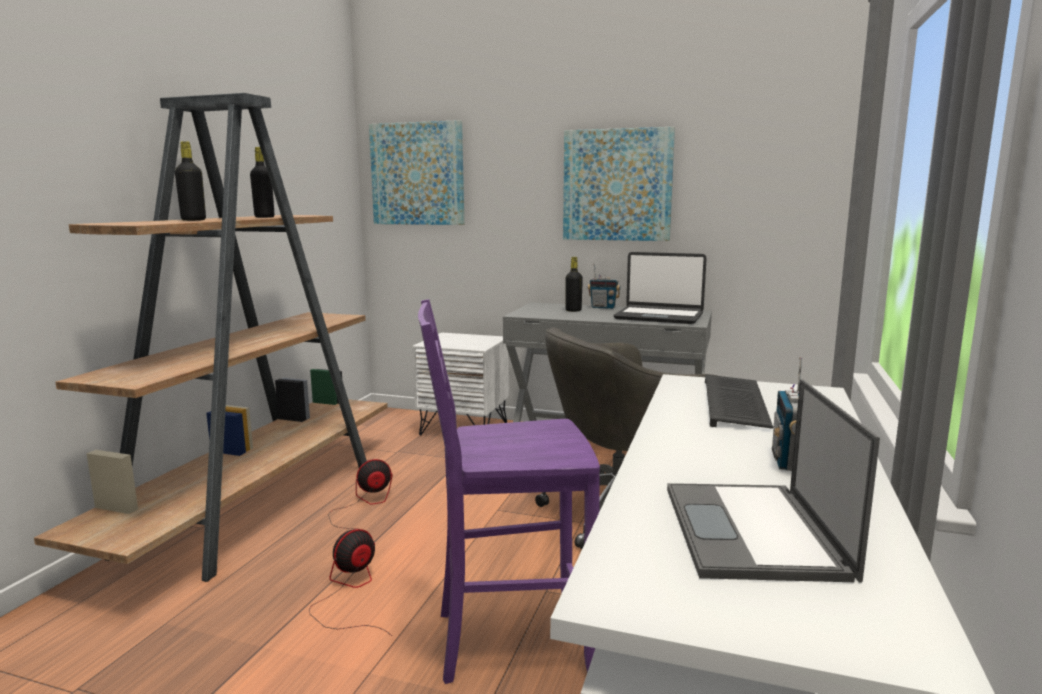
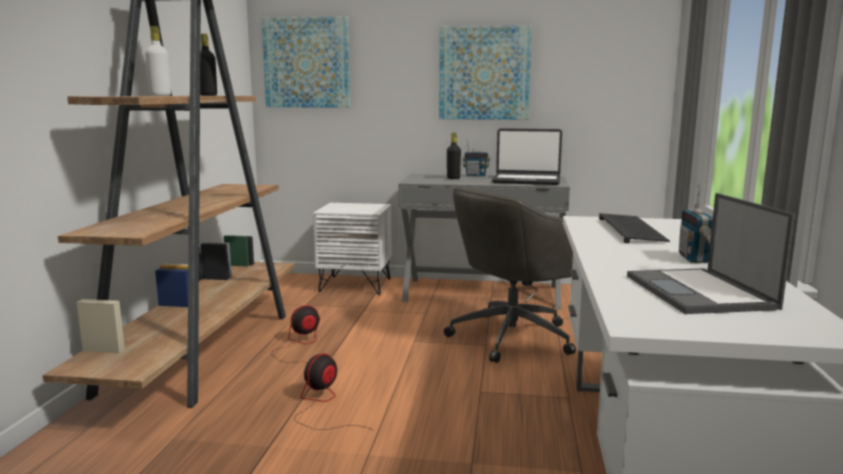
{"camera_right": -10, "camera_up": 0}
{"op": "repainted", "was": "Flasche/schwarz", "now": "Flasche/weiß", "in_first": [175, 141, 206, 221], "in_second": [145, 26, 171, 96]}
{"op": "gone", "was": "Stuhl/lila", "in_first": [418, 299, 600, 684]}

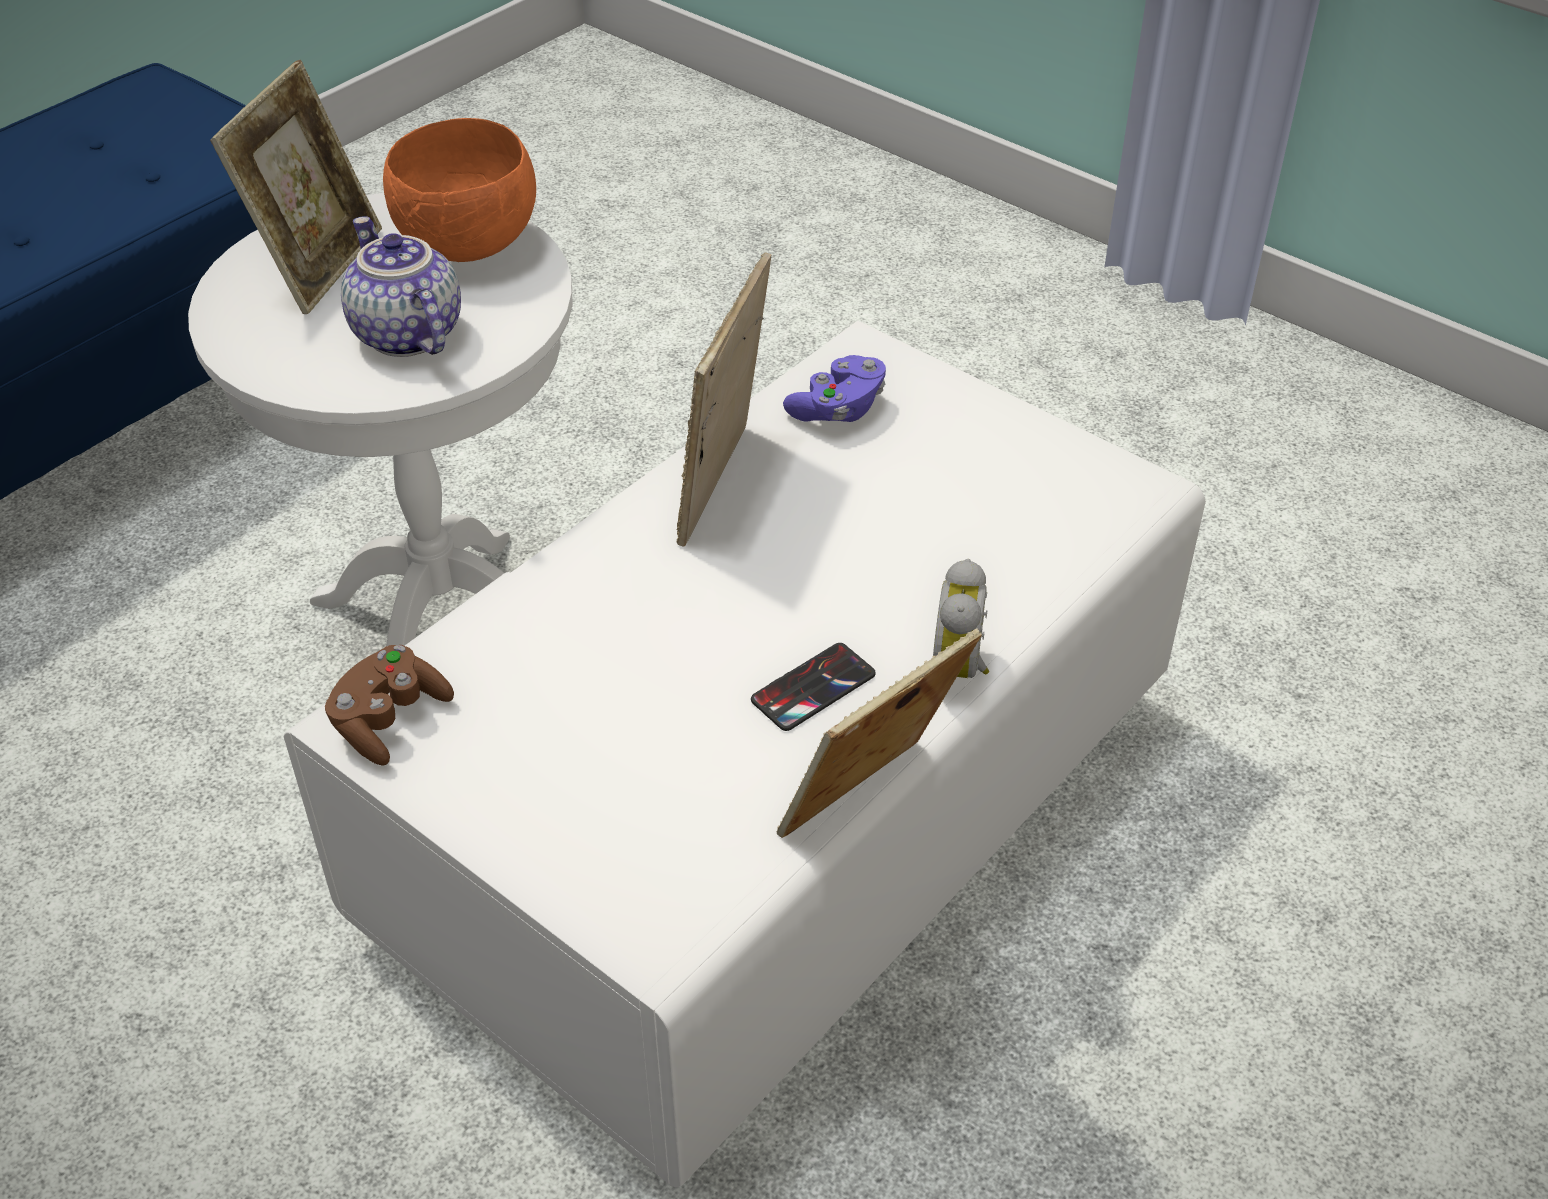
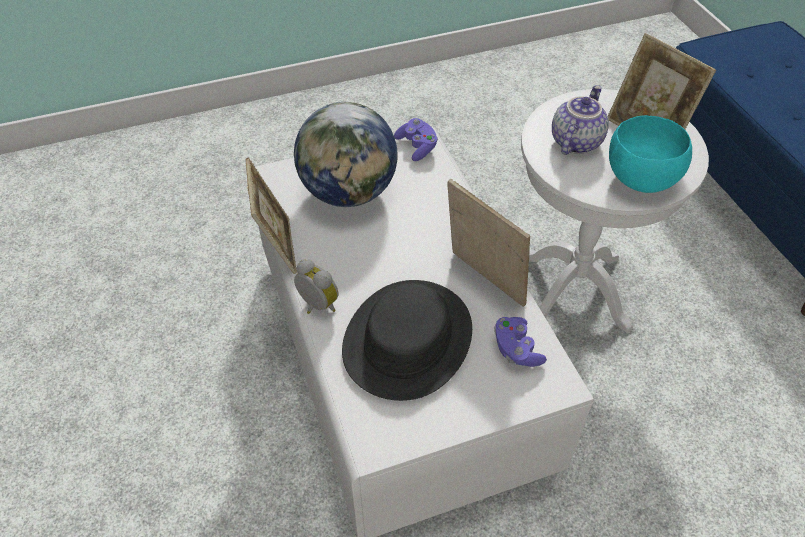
{"camera_right": 120, "camera_up": 5}
{"op": "repainted", "was": "Gamepad/braun", "now": "Gamepad/lila", "in_first": [325, 645, 454, 765], "in_second": [394, 118, 438, 161]}
{"op": "rotated", "was": "Teekanne", "in_first": [341, 216, 461, 357], "in_second": [552, 85, 609, 155], "clockwise": -60}
{"op": "repainted", "was": "Schüssel/orange", "now": "Schüssel/türkis", "in_first": [383, 118, 536, 262], "in_second": [609, 115, 692, 193]}
{"op": "gone", "was": "Handy", "in_first": [751, 643, 876, 731]}
{"op": "new", "now": "Globus", "in_second": [294, 102, 397, 207]}
{"op": "new", "now": "Hut/schwarz", "in_second": [342, 280, 472, 401]}

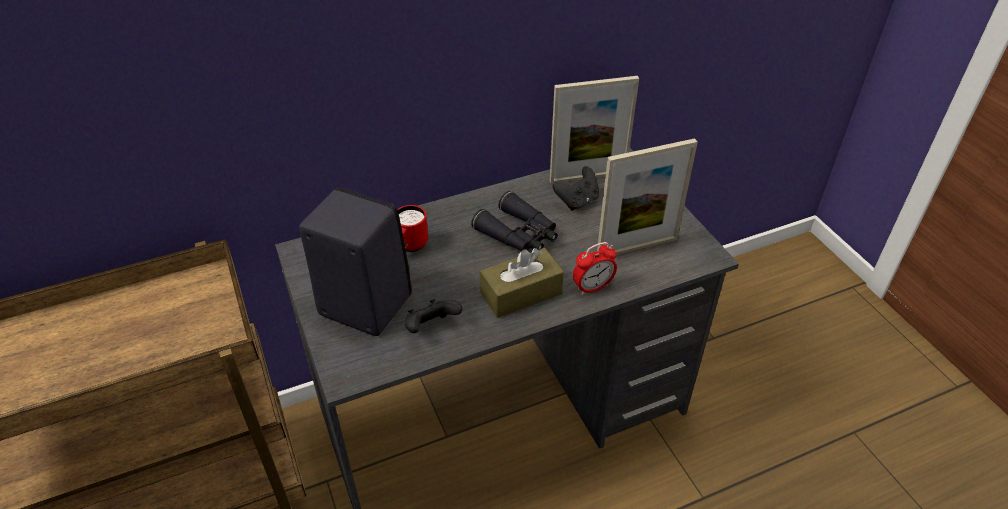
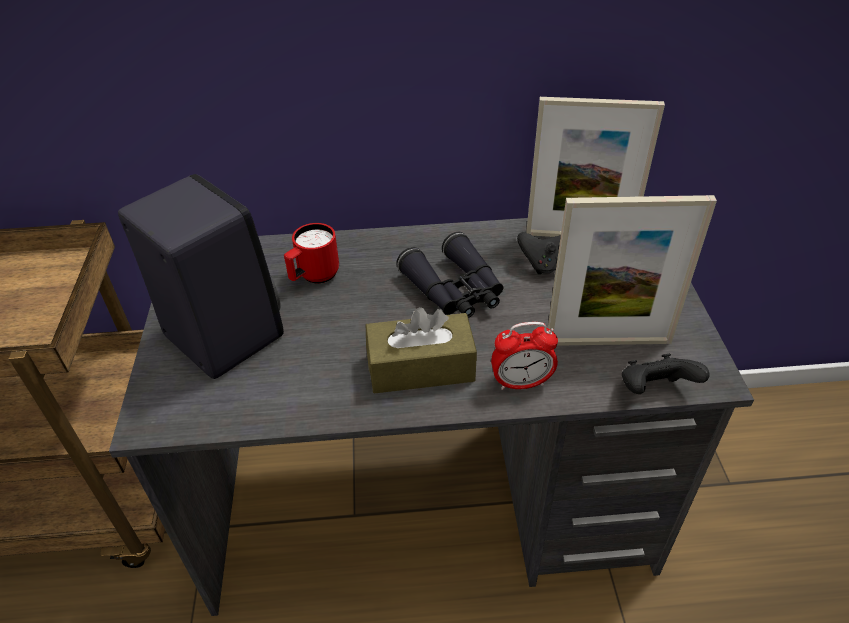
{"camera_right": 20, "camera_up": 0}
{"op": "shifted", "was": "Gamepad/schwarz", "in_first": [405, 299, 462, 333], "in_second": [622, 353, 710, 394]}

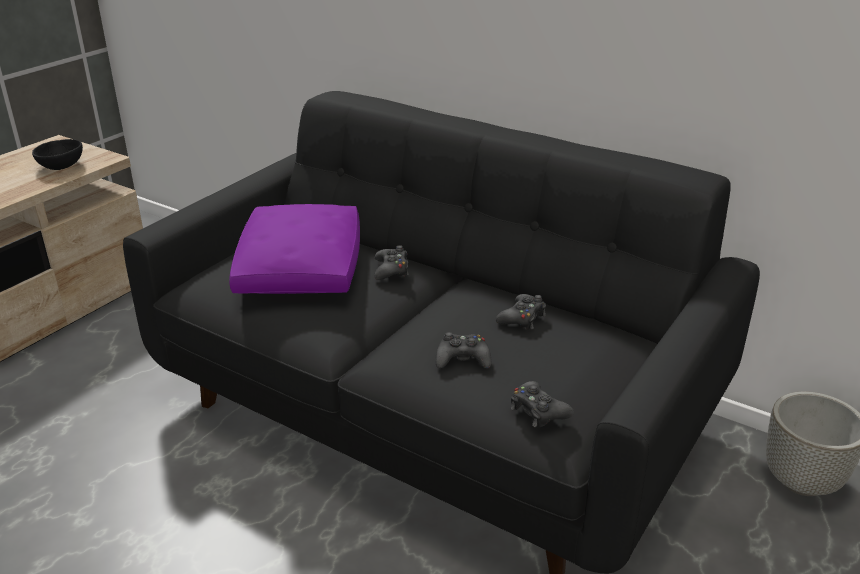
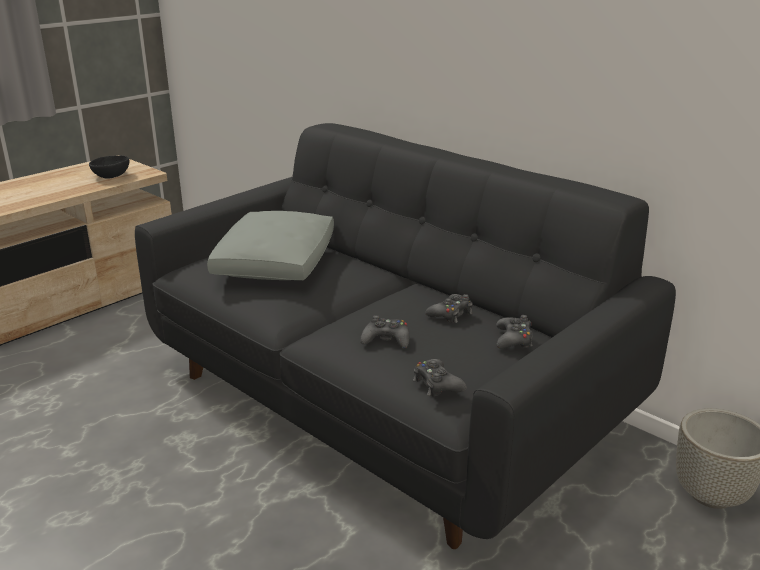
{"camera_right": 10, "camera_up": -5}
{"op": "repainted", "was": "Kissen/lila", "now": "Kissen/grau", "in_first": [229, 204, 360, 294], "in_second": [207, 211, 334, 280]}
{"op": "shifted", "was": "Gamepad/schwarz", "in_first": [374, 245, 409, 280], "in_second": [496, 315, 533, 349]}

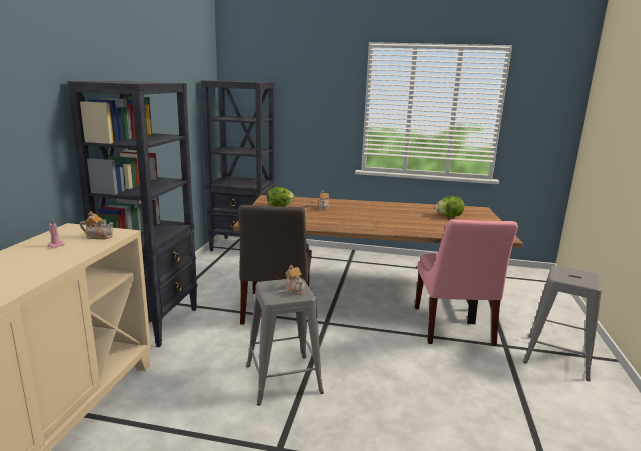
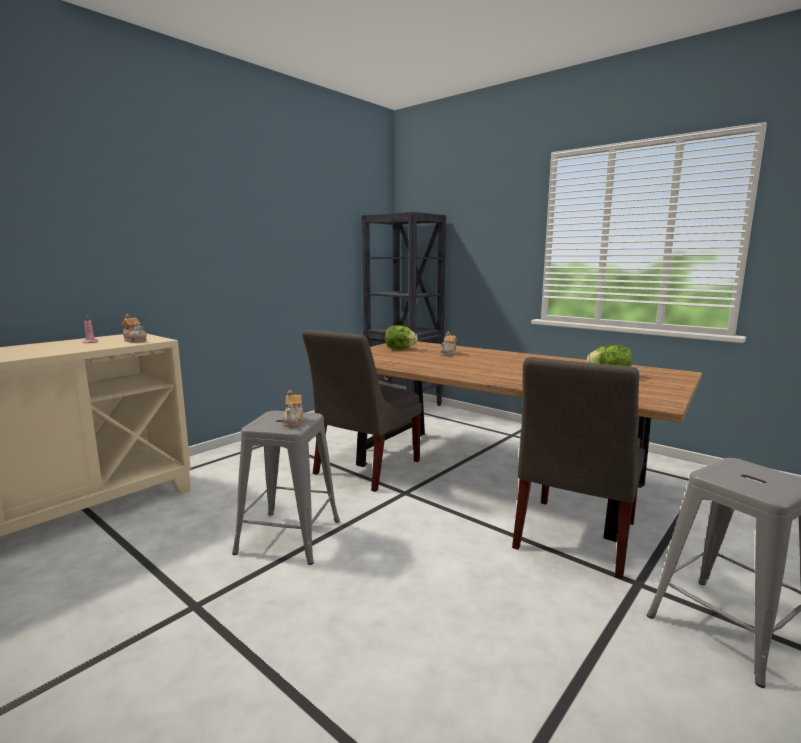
{"camera_right": 30, "camera_up": -5}
{"op": "gone", "was": "Bücherregal/schwarz", "in_first": [67, 81, 197, 347]}
{"op": "repainted", "was": "Stuhl/rosa", "now": "Stuhl/grau", "in_first": [415, 219, 518, 346], "in_second": [512, 357, 645, 579]}

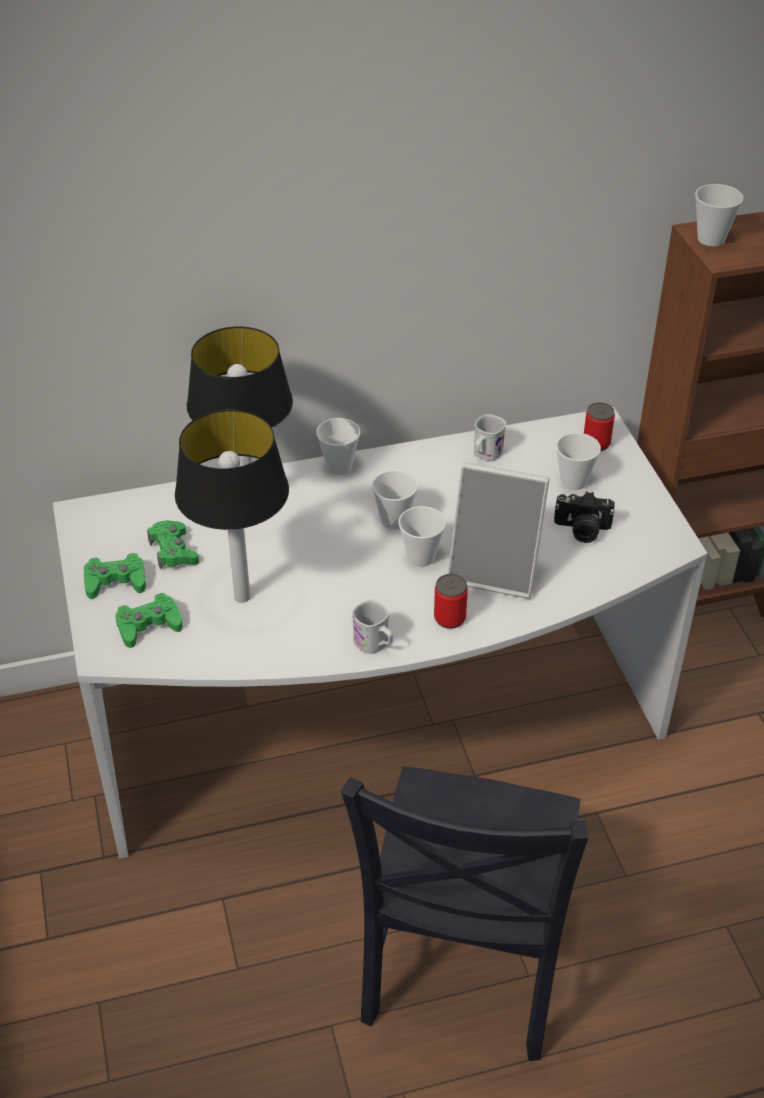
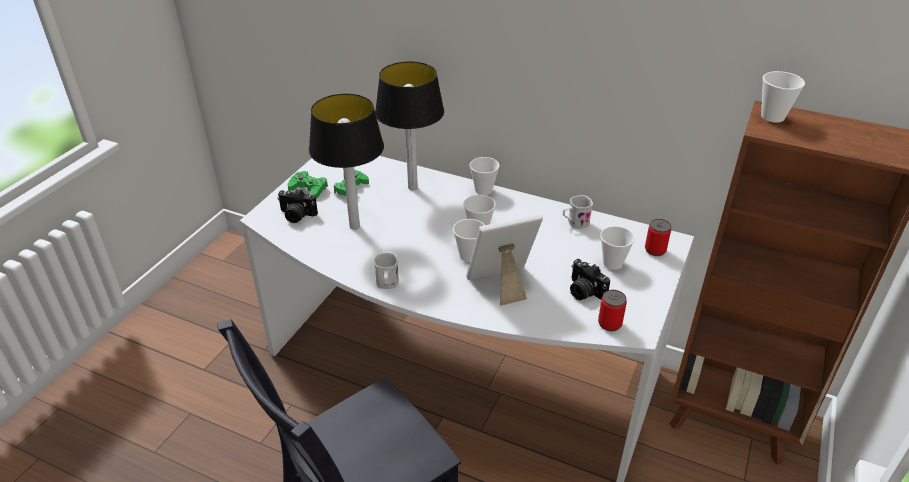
{"camera_right": 40, "camera_up": -5}
{"op": "swapped", "was": "Gamepad/grün", "now": "Kamera", "in_first": [115, 593, 183, 648], "in_second": [278, 189, 318, 223]}
{"op": "shifted", "was": "Dose", "in_first": [434, 574, 468, 629], "in_second": [598, 290, 627, 331]}
{"op": "rotated", "was": "Bilderrahmen", "in_first": [448, 462, 550, 599], "in_second": [466, 214, 543, 306], "clockwise": 105}

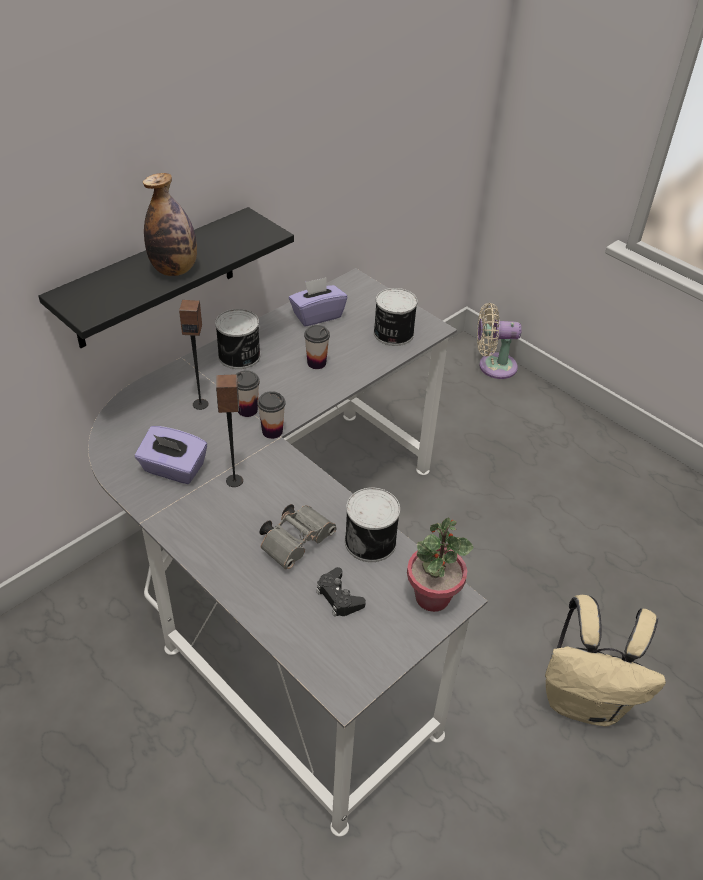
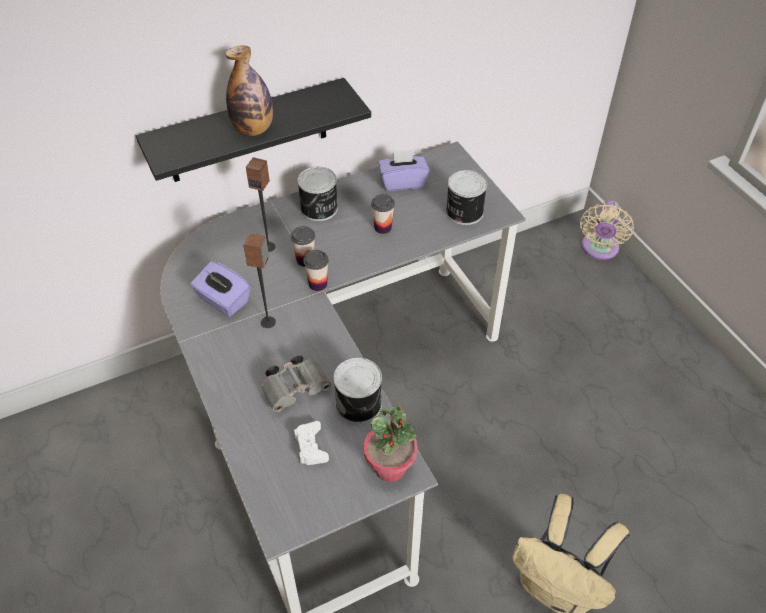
{"camera_right": 20, "camera_up": 5}
{"op": "repainted", "was": "Gamepad/schwarz", "now": "Gamepad/weiß", "in_first": [316, 567, 366, 617], "in_second": [294, 421, 329, 465]}
{"op": "rotated", "was": "Ventilator/beige", "in_first": [477, 303, 522, 379], "in_second": [580, 200, 634, 260], "clockwise": -90}

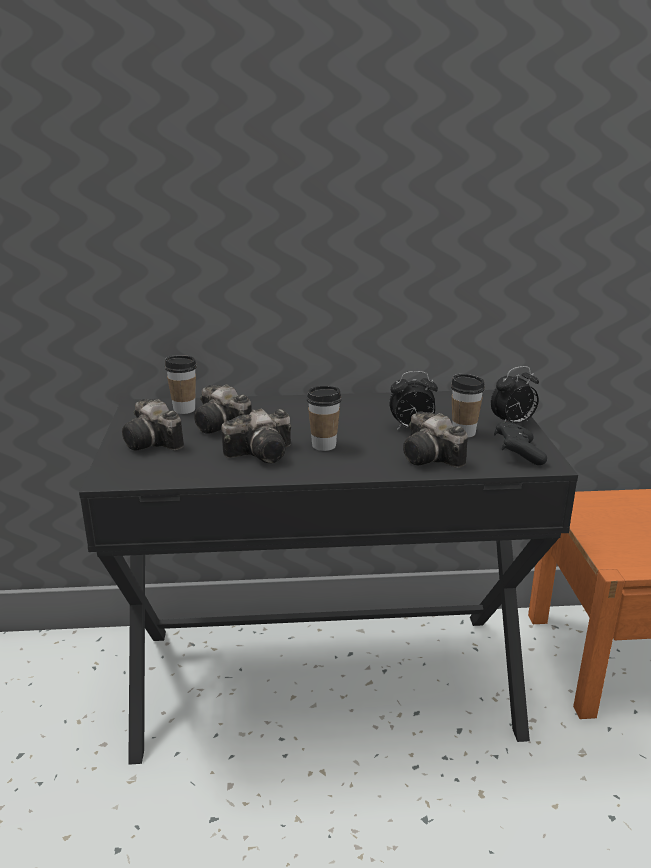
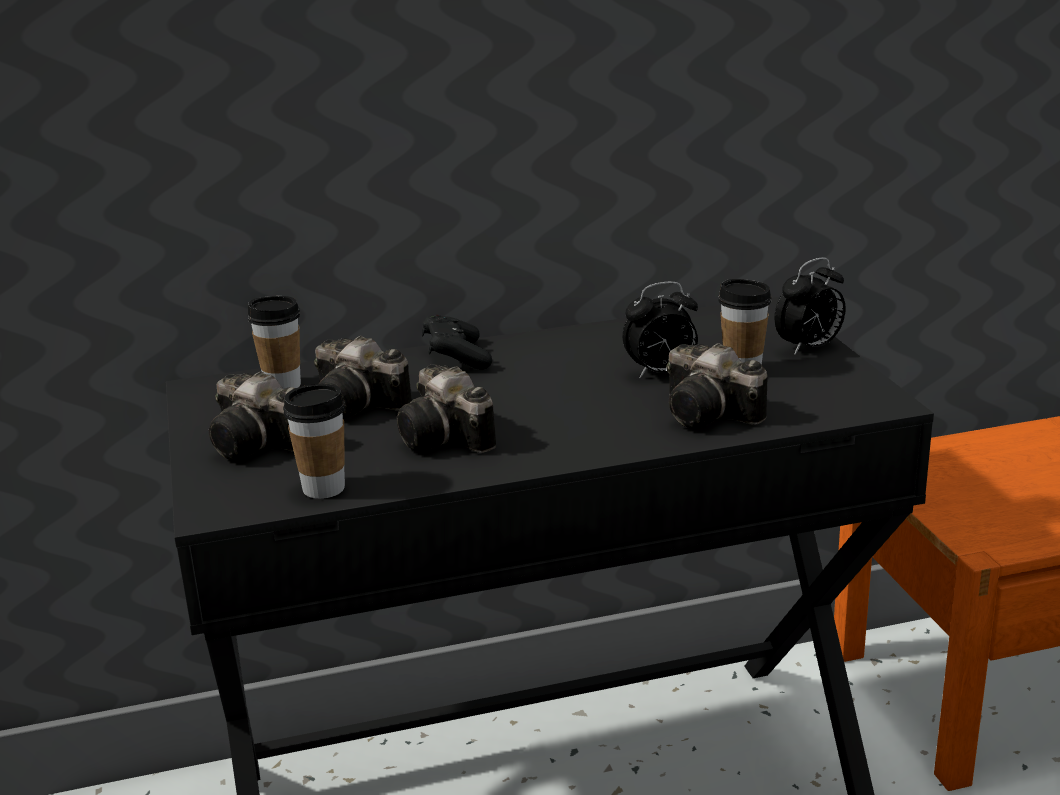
{"camera_right": -10, "camera_up": 0}
{"op": "rotated", "was": "Kamera", "in_first": [222, 409, 291, 463], "in_second": [397, 364, 496, 453], "clockwise": 90}
{"op": "shifted", "was": "Tasse", "in_first": [307, 386, 341, 451], "in_second": [283, 384, 345, 499]}
{"op": "shifted", "was": "Gamepad/schwarz", "in_first": [494, 421, 547, 465], "in_second": [422, 315, 492, 370]}

